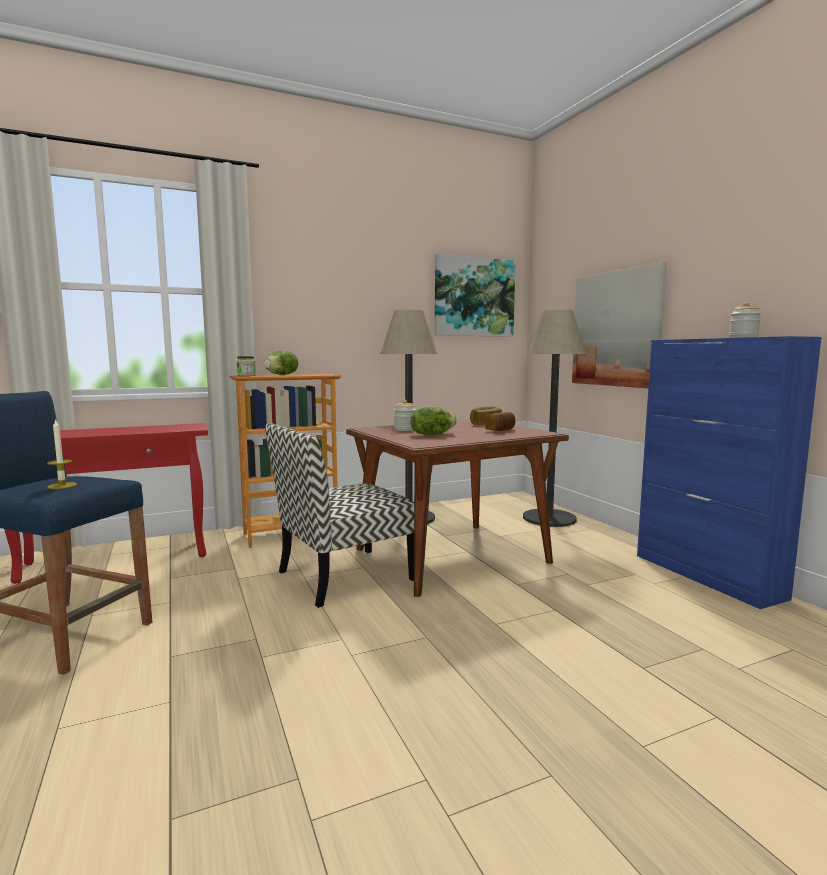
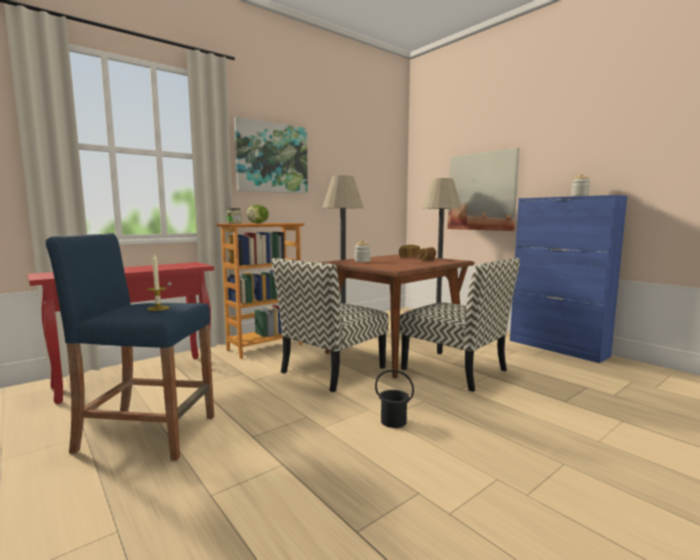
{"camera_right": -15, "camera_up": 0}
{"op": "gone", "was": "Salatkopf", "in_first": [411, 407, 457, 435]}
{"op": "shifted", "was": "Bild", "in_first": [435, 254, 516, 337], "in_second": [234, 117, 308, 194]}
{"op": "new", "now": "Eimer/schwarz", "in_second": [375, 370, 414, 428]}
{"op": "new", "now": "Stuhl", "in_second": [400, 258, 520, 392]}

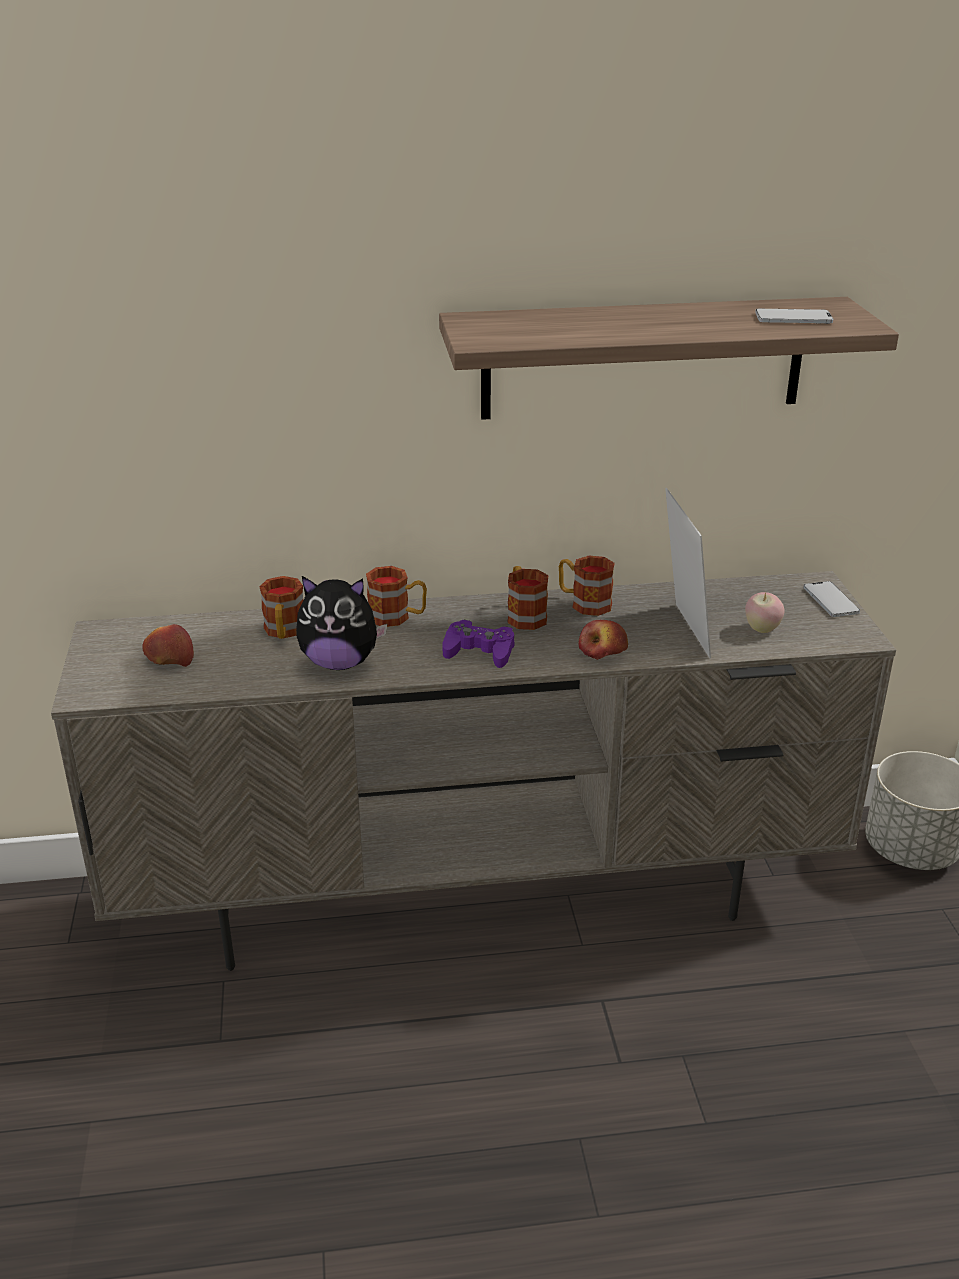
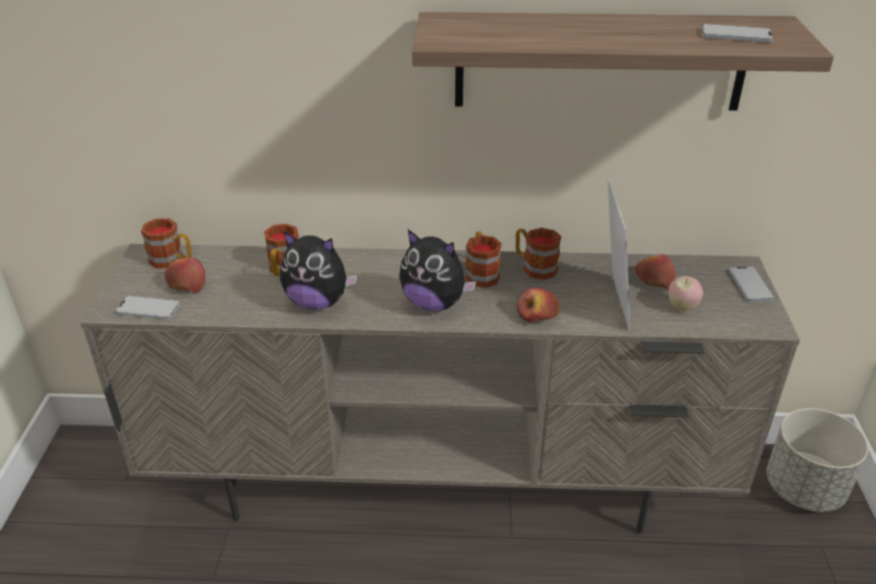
{"camera_right": 10, "camera_up": 5}
{"op": "shifted", "was": "Henkelbecher", "in_first": [366, 566, 427, 627], "in_second": [141, 218, 192, 268]}
{"op": "swapped", "was": "Gamepad/lila", "now": "Plüschtier", "in_first": [442, 620, 514, 668], "in_second": [399, 229, 476, 311]}
{"op": "new", "now": "Handy", "in_second": [115, 296, 181, 320]}
{"op": "new", "now": "Apfel", "in_second": [635, 254, 675, 290]}

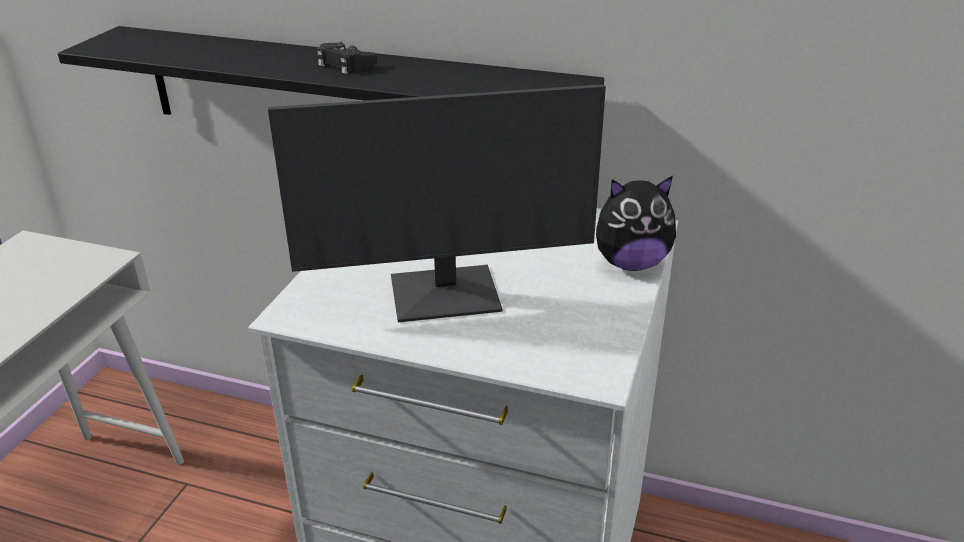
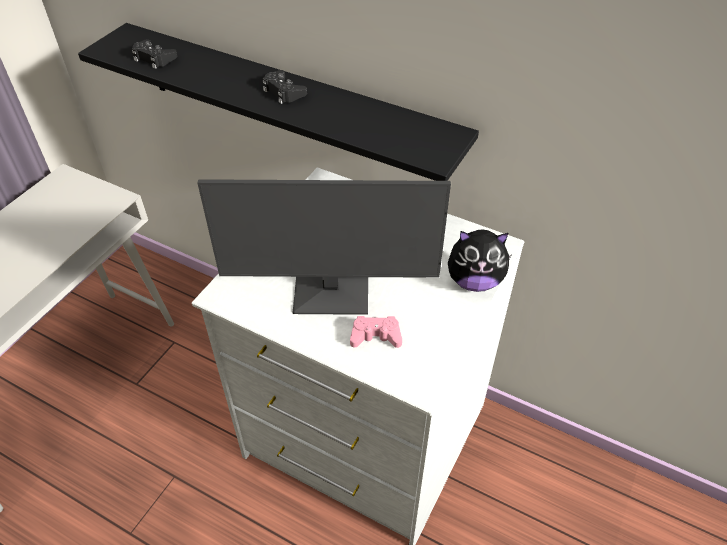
{"camera_right": 10, "camera_up": 15}
{"op": "new", "now": "Gamepad/schwarz", "in_second": [132, 39, 177, 69]}
{"op": "new", "now": "Gamepad/rosa", "in_second": [350, 316, 402, 348]}

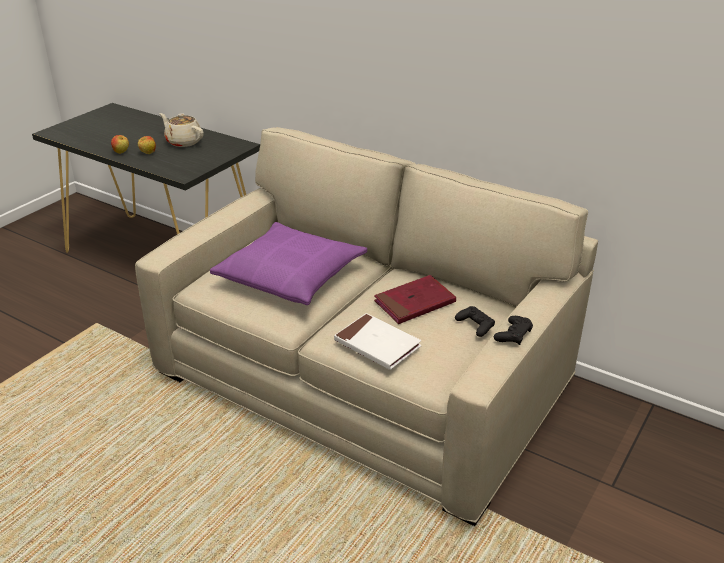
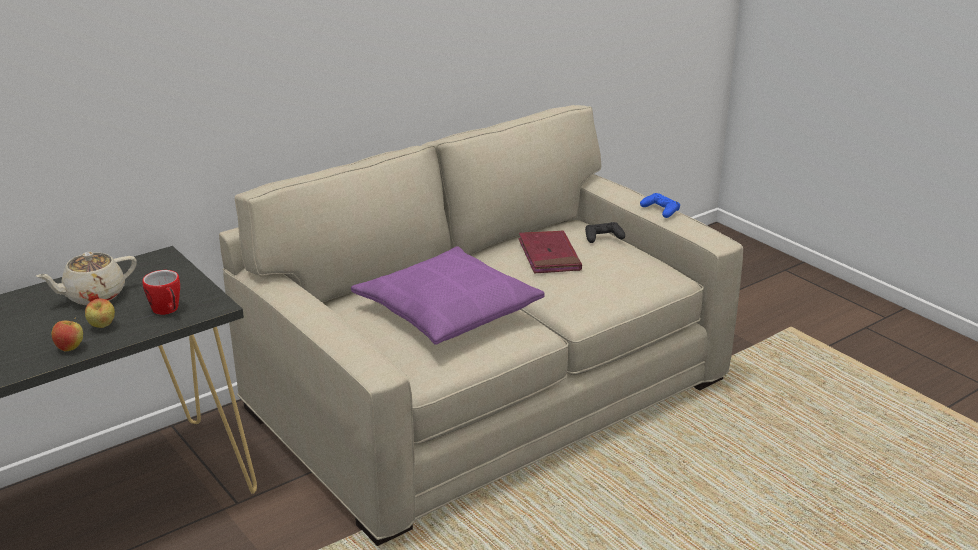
{"camera_right": -70, "camera_up": -5}
{"op": "gone", "was": "Buch/weiß", "in_first": [334, 313, 422, 370]}
{"op": "repainted", "was": "Gamepad/schwarz", "now": "Gamepad/blau", "in_first": [494, 316, 533, 345], "in_second": [640, 193, 680, 218]}
{"op": "new", "now": "Henkelbecher", "in_second": [142, 270, 180, 315]}

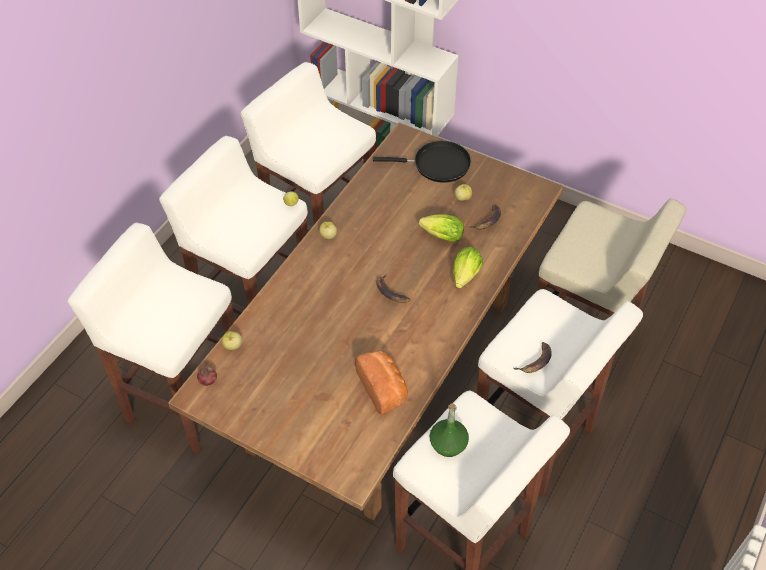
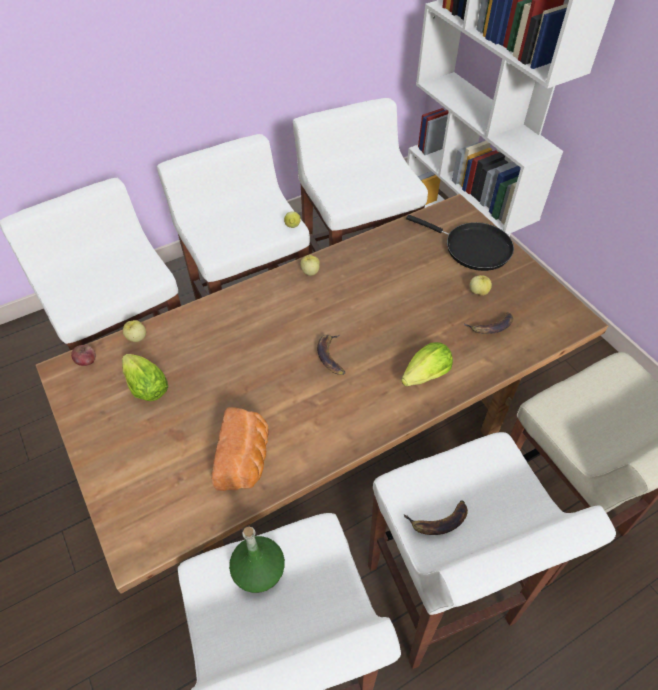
{"camera_right": 30, "camera_up": 0}
{"op": "shifted", "was": "Salatkopf", "in_first": [419, 214, 464, 242], "in_second": [122, 354, 168, 401]}

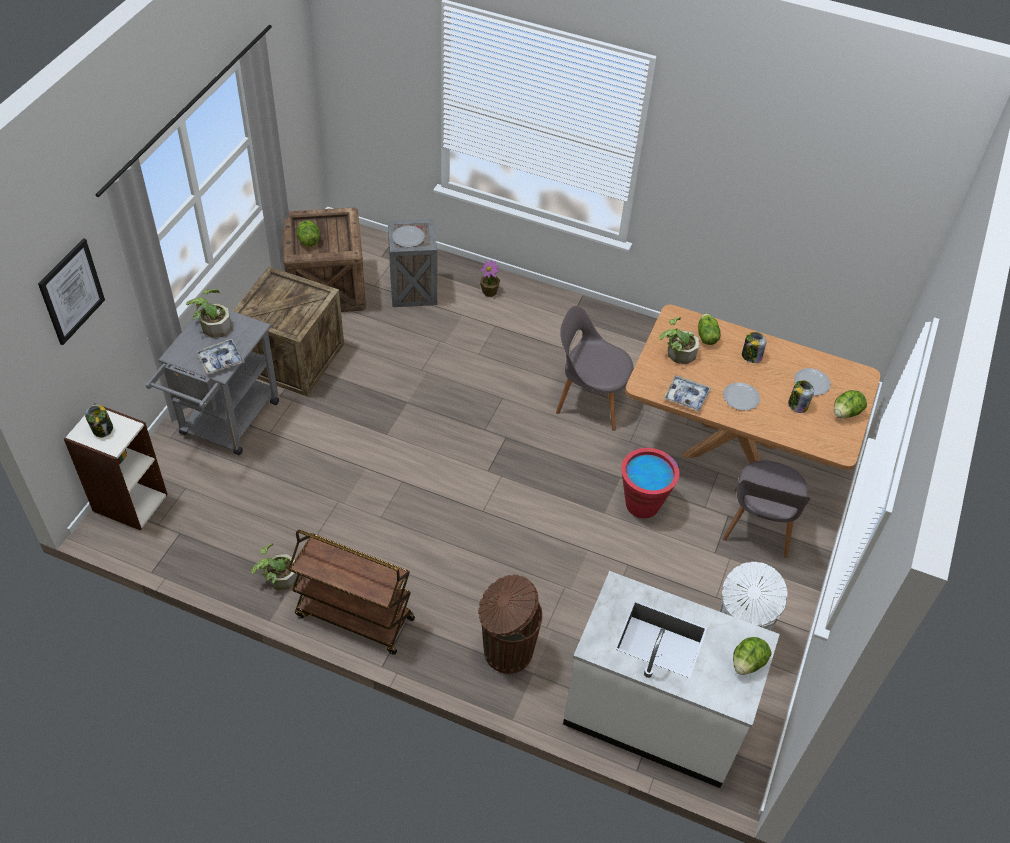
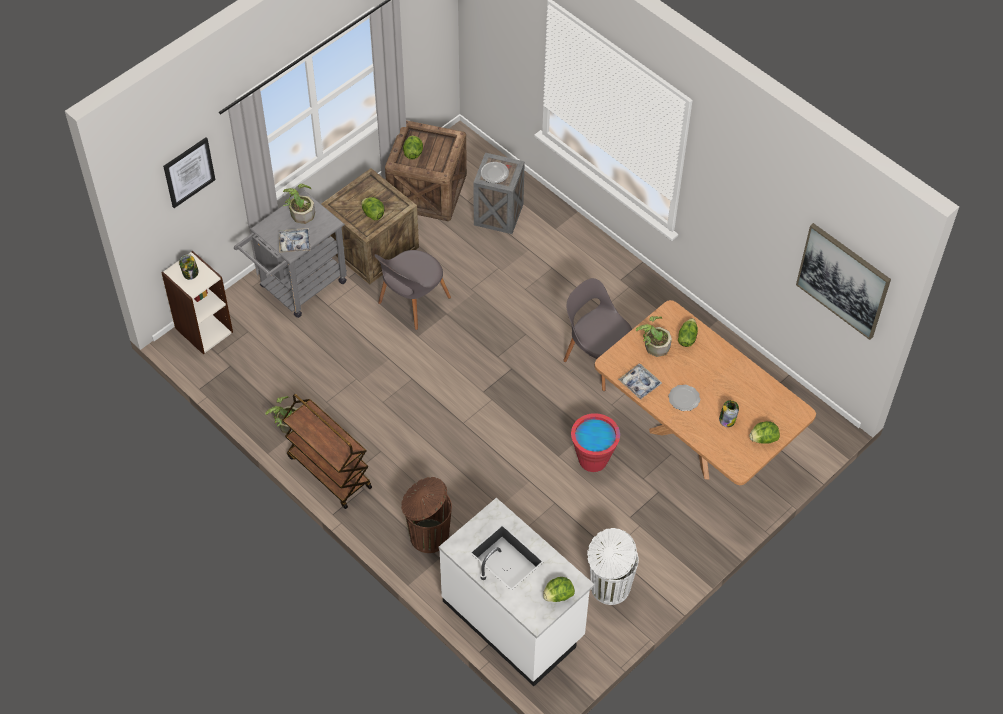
{"camera_right": 25, "camera_up": 5}
{"op": "gone", "was": "Topfpflanze", "in_first": [480, 260, 500, 297]}
{"op": "shifted", "was": "Stuhl/grau", "in_first": [722, 461, 810, 558], "in_second": [374, 250, 451, 330]}
{"op": "gone", "was": "Vorratsglas", "in_first": [742, 332, 766, 363]}
{"op": "gone", "was": "Teller", "in_first": [794, 368, 831, 396]}
{"op": "new", "now": "Salatkopf", "in_second": [361, 197, 385, 220]}
{"op": "new", "now": "Bild", "in_second": [796, 223, 891, 340]}

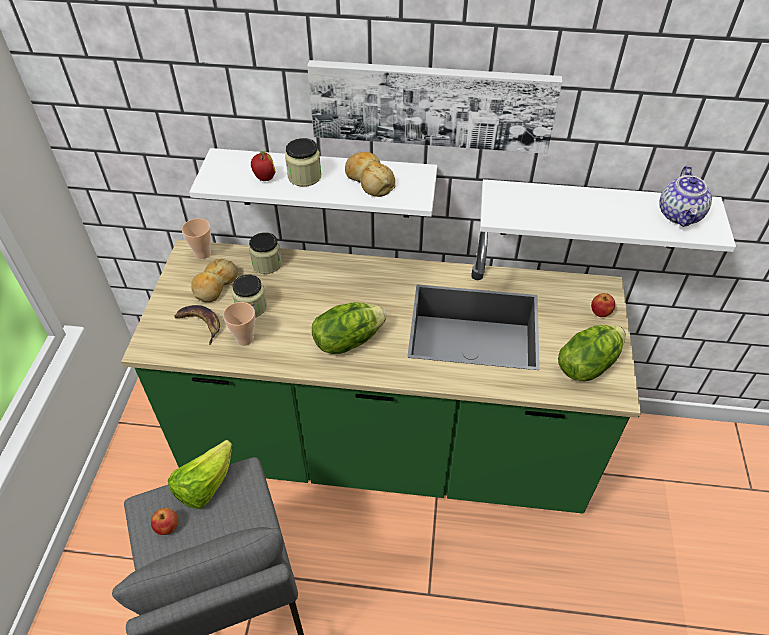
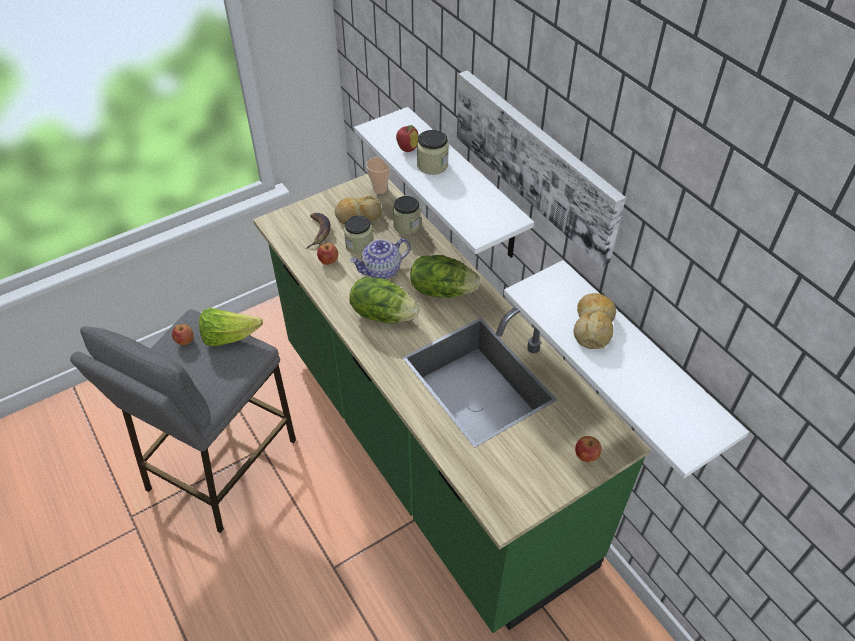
{"camera_right": 50, "camera_up": 0}
{"op": "swapped", "was": "Tasse", "now": "Apfel", "in_first": [223, 302, 255, 346], "in_second": [317, 243, 338, 265]}
{"op": "shifted", "was": "Brot", "in_first": [345, 152, 396, 197], "in_second": [573, 293, 616, 349]}
{"op": "shifted", "was": "Salatkopf", "in_first": [558, 325, 626, 381], "in_second": [410, 255, 480, 298]}
{"op": "shifted", "was": "Teekanne", "in_first": [659, 166, 712, 227], "in_second": [350, 238, 411, 279]}

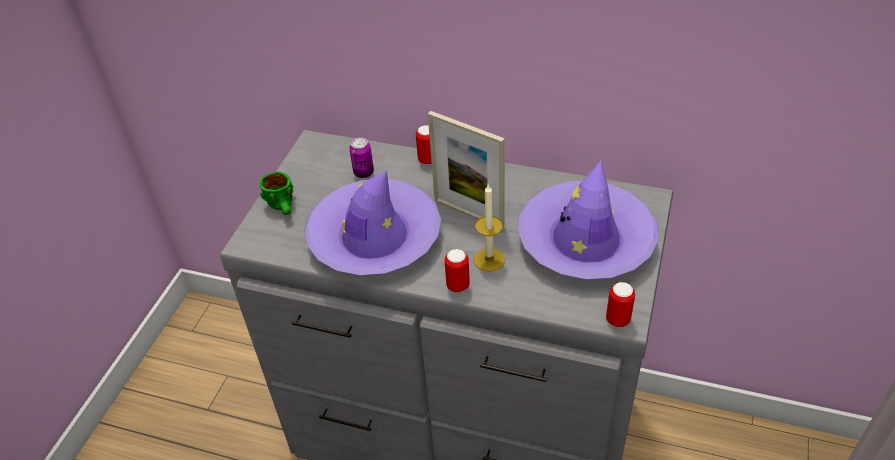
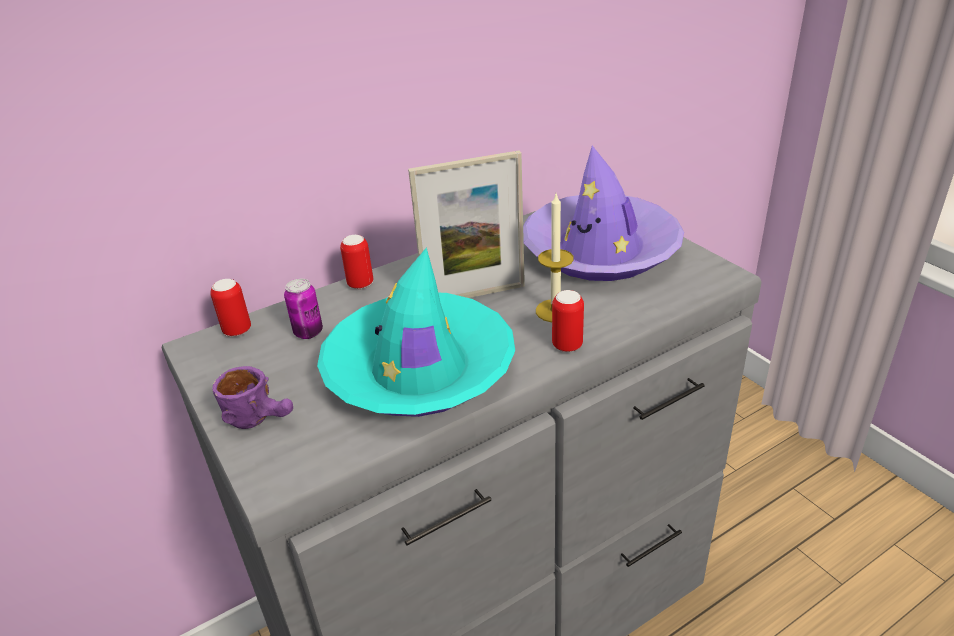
{"camera_right": -50, "camera_up": -10}
{"op": "repainted", "was": "Henkelbecher/grün", "now": "Henkelbecher/lila", "in_first": [259, 172, 293, 215], "in_second": [212, 366, 293, 429]}
{"op": "repainted", "was": "Hut/lila", "now": "Hut/türkis", "in_first": [305, 170, 441, 275], "in_second": [317, 247, 515, 417]}
{"op": "shifted", "was": "Dose", "in_first": [606, 282, 635, 327], "in_second": [210, 279, 251, 337]}

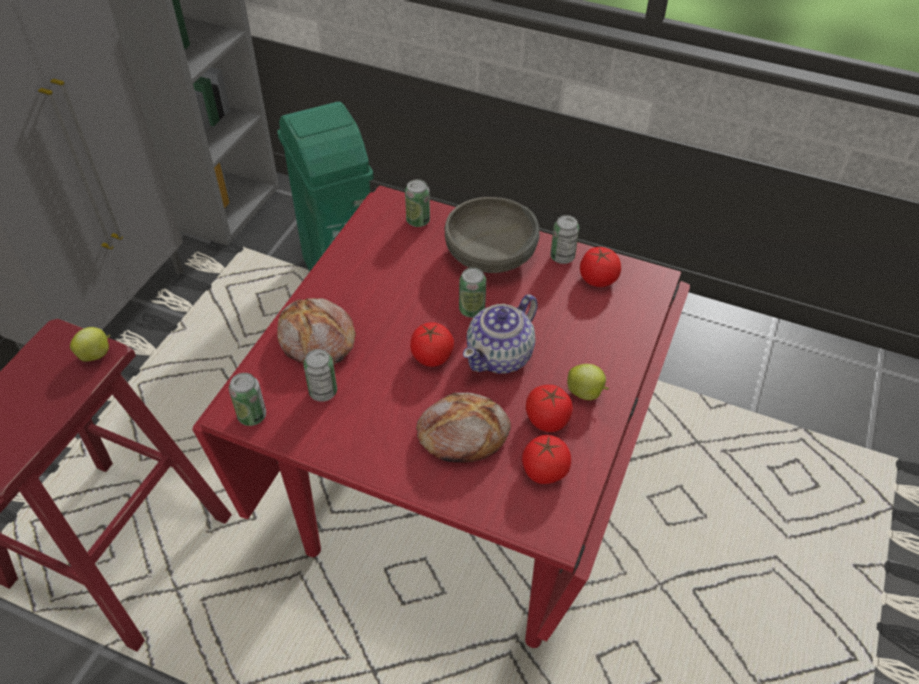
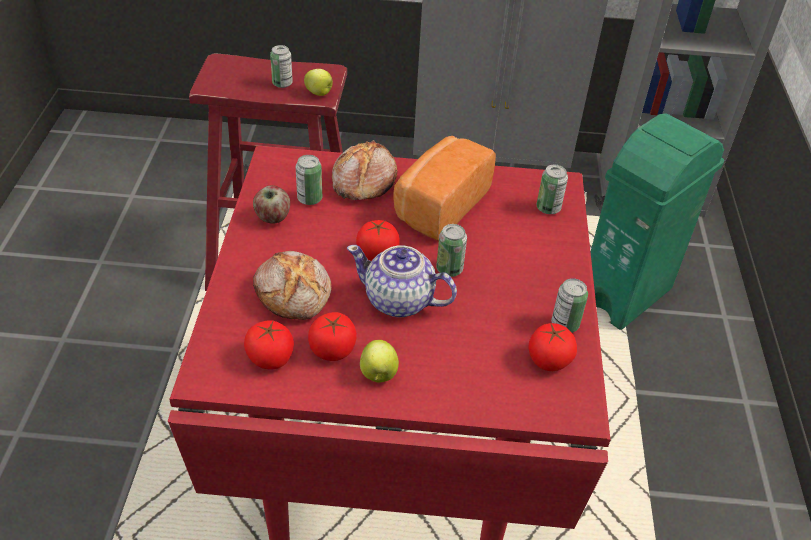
{"camera_right": 70, "camera_up": -5}
{"op": "shifted", "was": "Dose", "in_first": [229, 373, 266, 426], "in_second": [270, 45, 293, 88]}
{"op": "gone", "was": "Schüssel/grau", "in_first": [445, 197, 540, 273]}
{"op": "new", "now": "Apfel", "in_second": [253, 185, 290, 223]}
{"op": "new", "now": "Brot", "in_second": [393, 136, 496, 241]}

